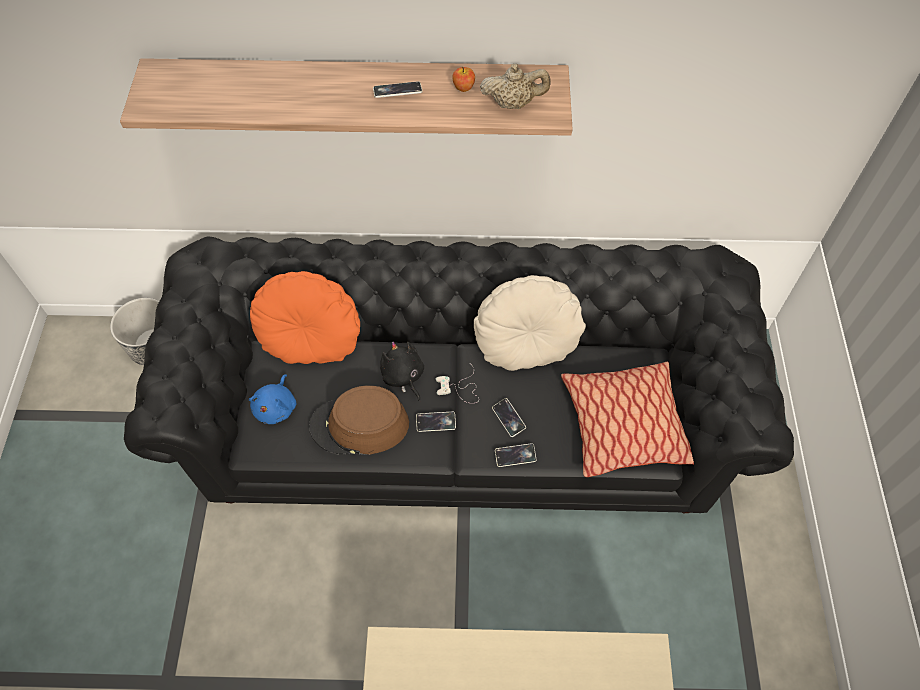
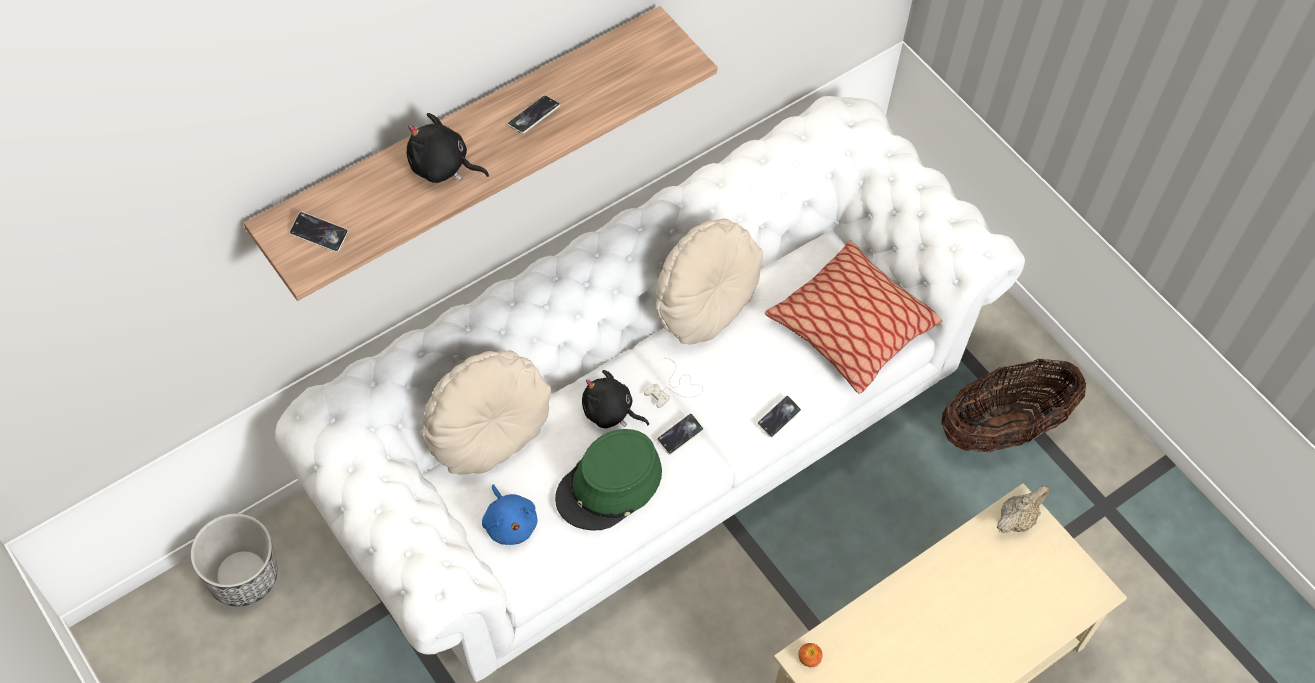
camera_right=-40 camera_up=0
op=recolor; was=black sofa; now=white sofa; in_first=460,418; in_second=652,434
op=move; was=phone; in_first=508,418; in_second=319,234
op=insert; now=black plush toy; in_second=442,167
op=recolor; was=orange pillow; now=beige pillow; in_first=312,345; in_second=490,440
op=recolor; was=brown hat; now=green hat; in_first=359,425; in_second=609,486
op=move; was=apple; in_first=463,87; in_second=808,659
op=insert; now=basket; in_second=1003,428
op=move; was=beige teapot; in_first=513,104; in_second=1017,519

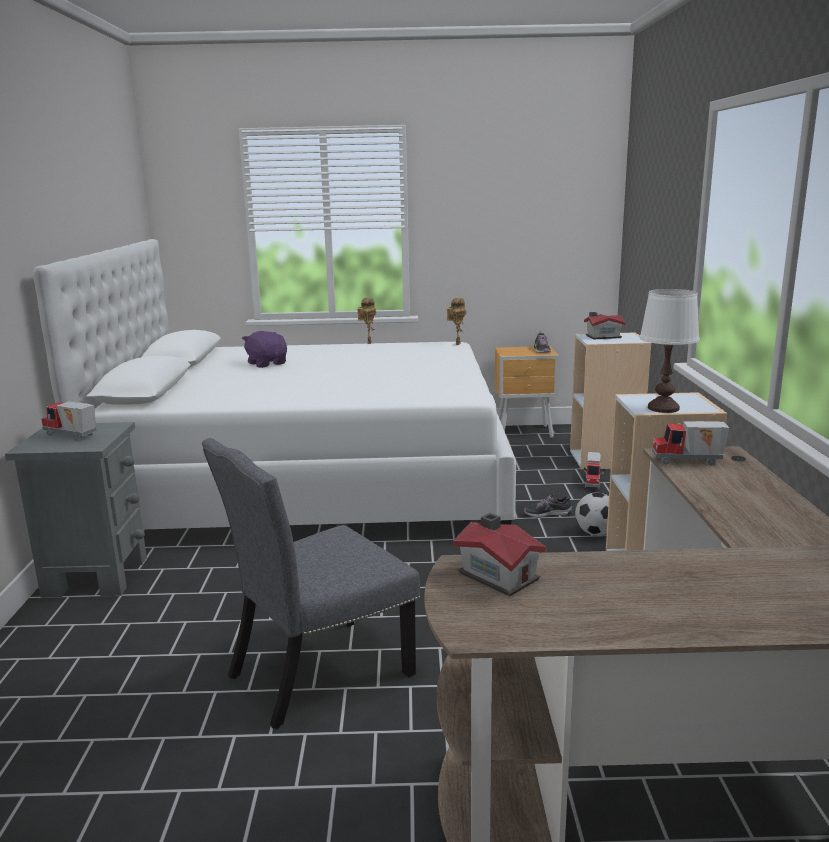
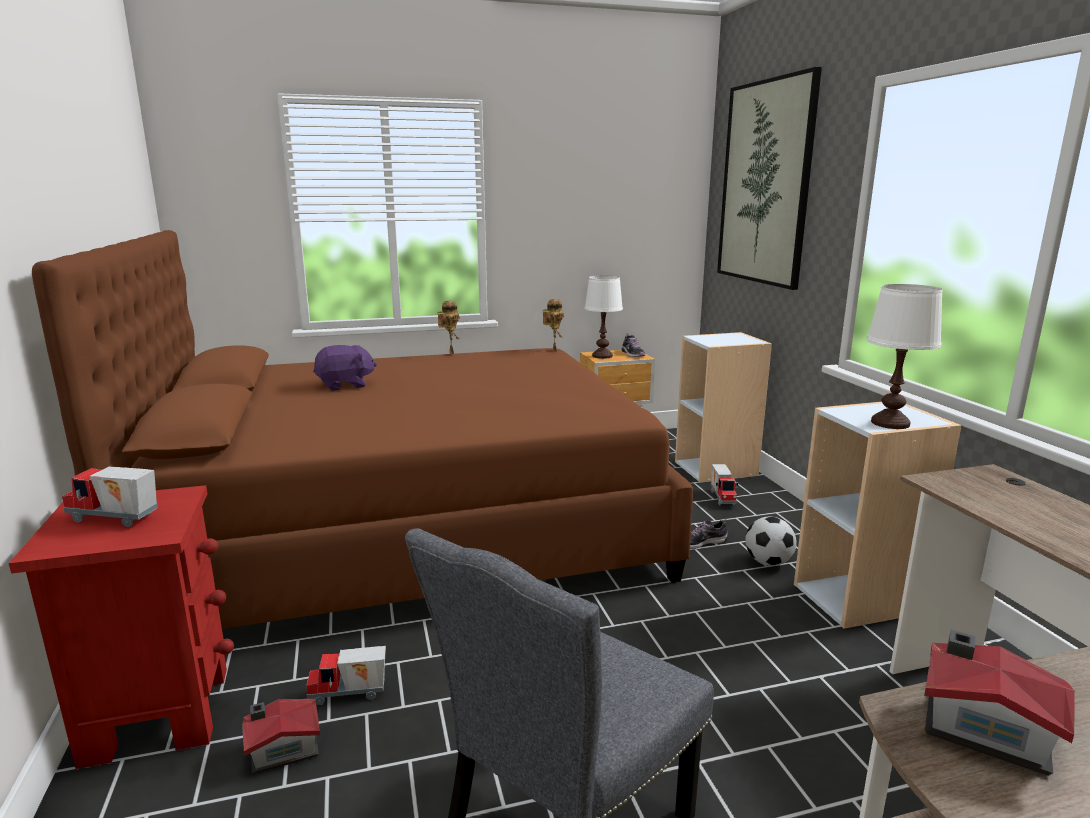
camera_right=-15 camera_up=0
op=recolor; was=grey nightstand; now=red nightstand; in_first=98,576; in_second=161,713
op=recolor; was=white bed; now=brown bed; in_first=313,483; in_second=409,528
op=move; was=toy house; in_first=602,336; in_second=282,749
op=move; was=toy truck; in_first=688,461; in_second=349,694
op=rotate; was=purple plush toy; in_first=267,363; in_second=345,385; clockwise=120
op=insert; now=white table lamp; in_second=602,356
op=insert; now=picture; in_second=765,183

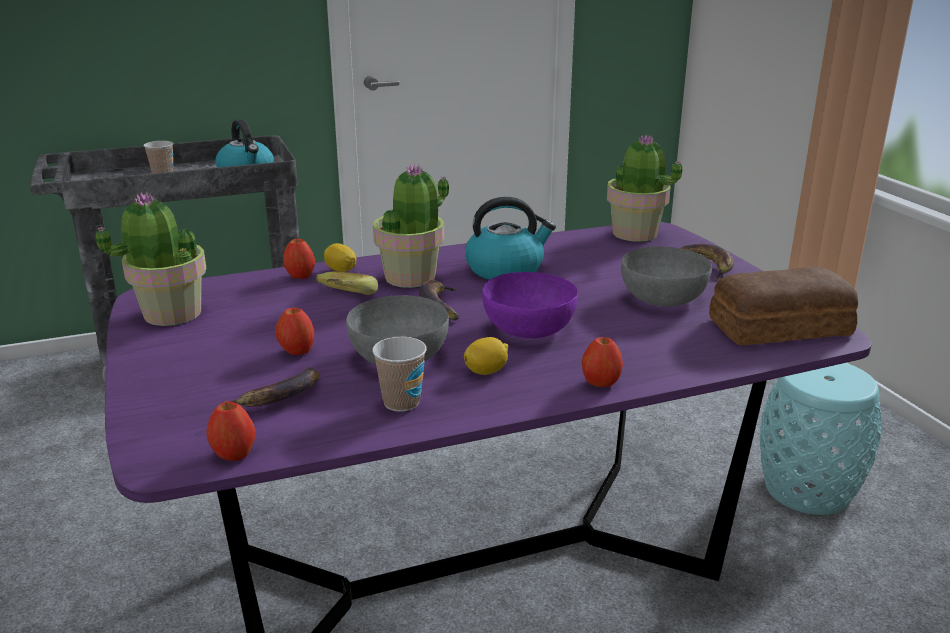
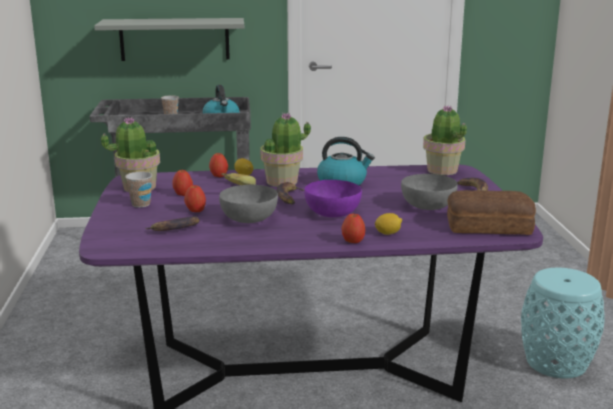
camera_right=15 camera_up=-5
op=insert; now=grey shelf; in_second=174,39
op=move; was=cup; in_first=401,402; in_second=141,204
op=move; was=apple; in_first=234,454; in_second=183,194
op=move; was=lemon; in_first=486,371; in_second=388,233

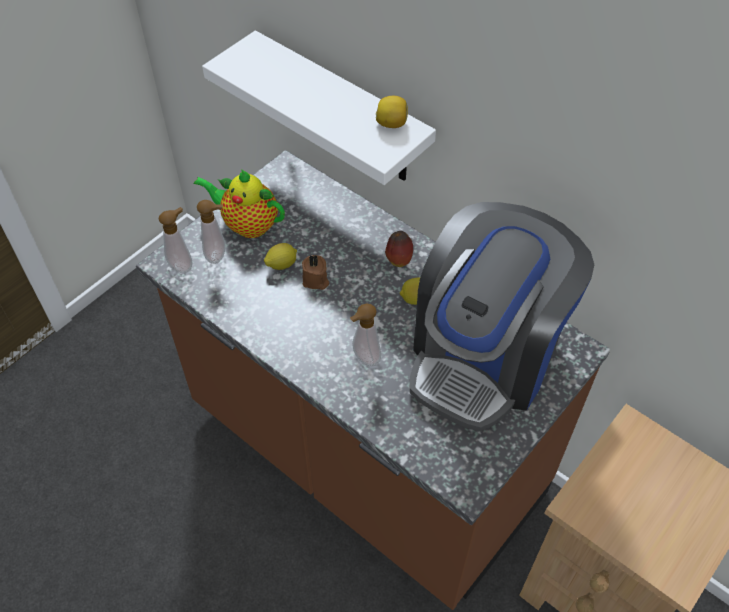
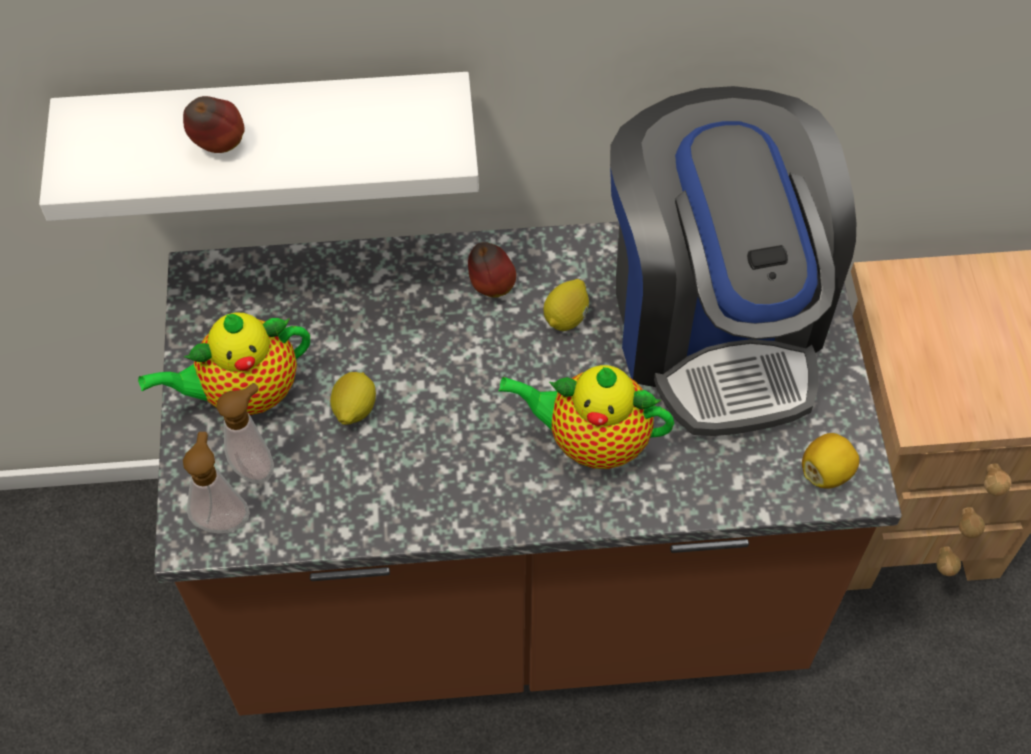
camera_right=-45 camera_up=5
op=insert; now=apple; in_second=219,146
op=replace; was=soap dispenser; now=teapot; in_first=364,359; in_second=591,440
op=move; was=lemon; in_first=392,123; in_second=826,472
op=delete; was=brown candle; in_first=315,281

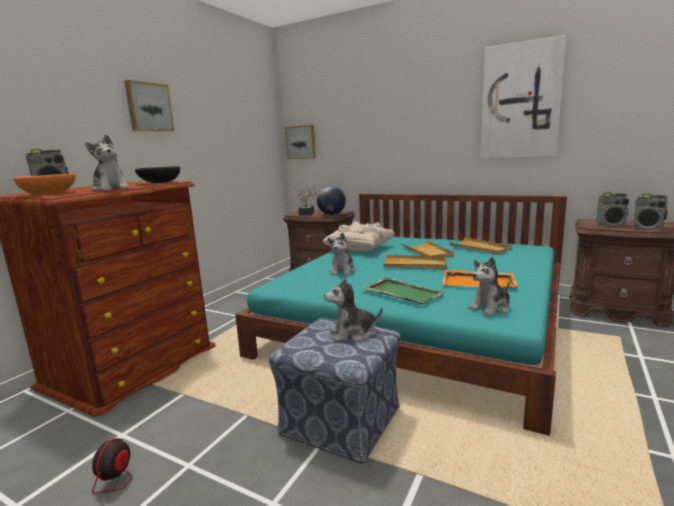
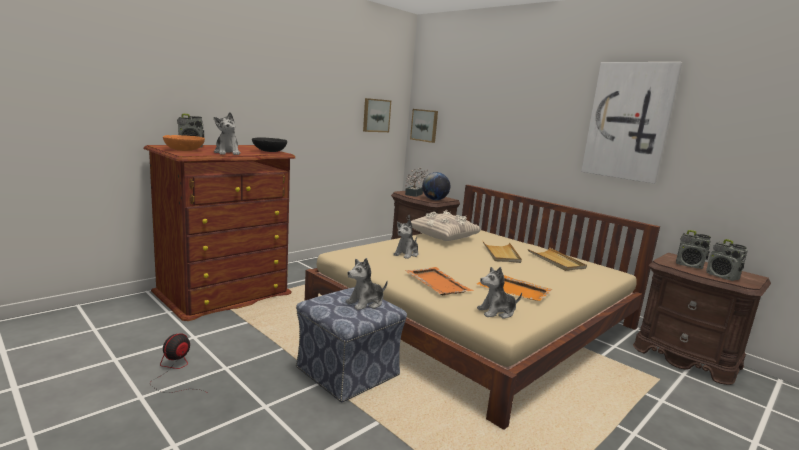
camera_right=15 camera_up=0
op=recolor; was=turquoise bed; now=beige bed; in_first=419,322; in_second=473,317
op=rotate; was=plush toy; in_first=352,333; in_second=365,303; clockwise=-45
op=move; was=picture; in_first=148,107; in_second=376,115
op=recolor; was=green tray; now=orange tray; in_first=402,292; in_second=437,283
op=delete; was=beige tray; in_first=415,265

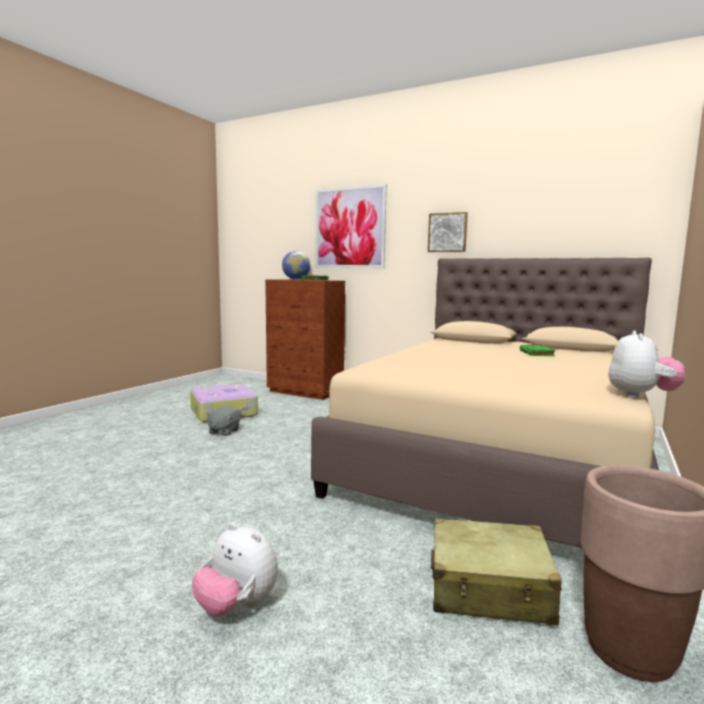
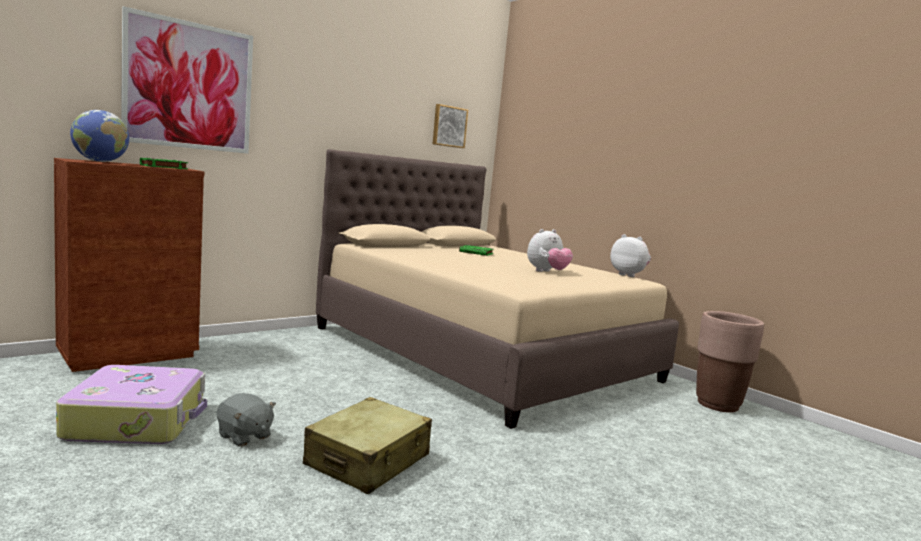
camera_right=-70 camera_up=0
op=move; was=beige suitcase; in_first=489,588; in_second=368,461
op=move; was=picture; in_first=447,232; in_second=449,126
op=move; was=plush toy; in_first=237,605; in_second=547,272

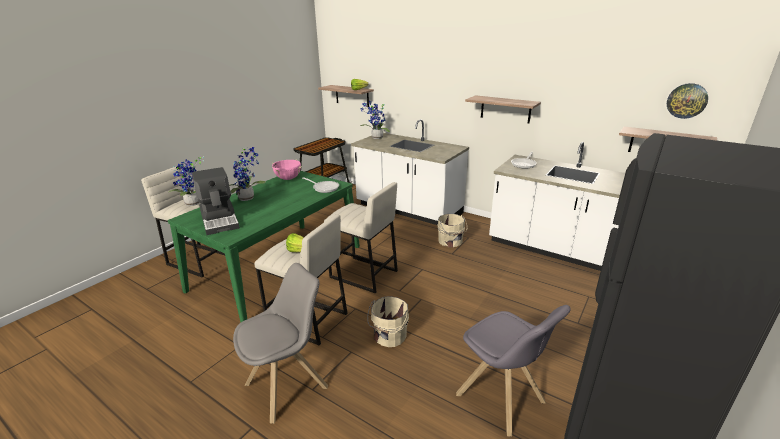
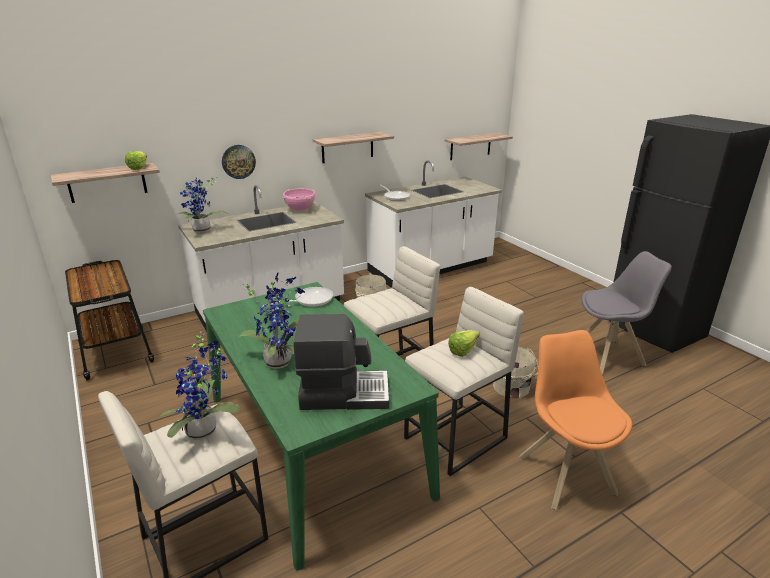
camera_right=-65 camera_up=0
op=move; was=wall clock; in_first=687,101; in_second=238,161
op=move; was=pink cooking pot; in_first=288,179; in_second=300,210
op=recolor; was=grey chair; now=orange chair; in_first=287,386; in_second=565,474

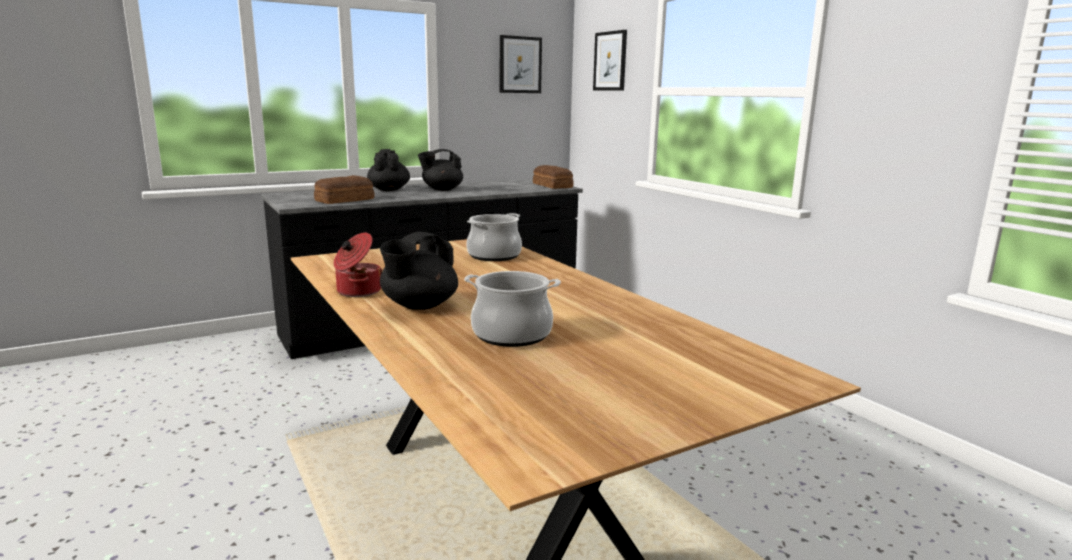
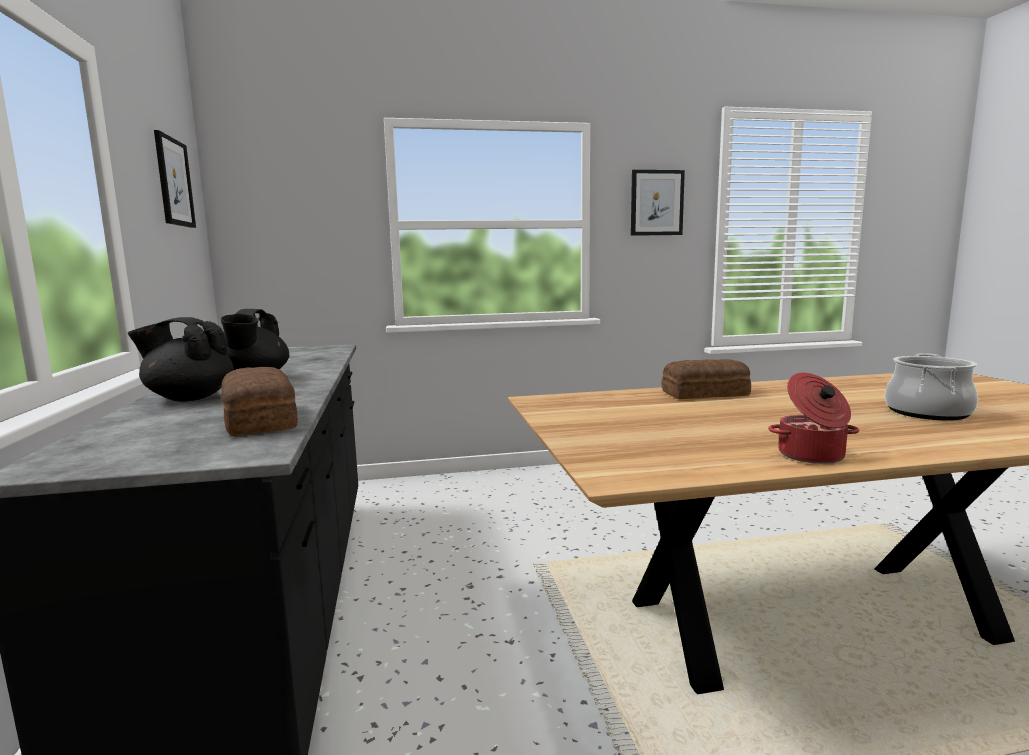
camera_right=-70 camera_up=-5
op=move; was=picture; in_first=610,61; in_second=656,203
op=move; was=bread; in_first=552,186; in_second=706,394
op=delete; was=black teapot; in_first=418,306
op=delete; was=cooking pot; in_first=494,256

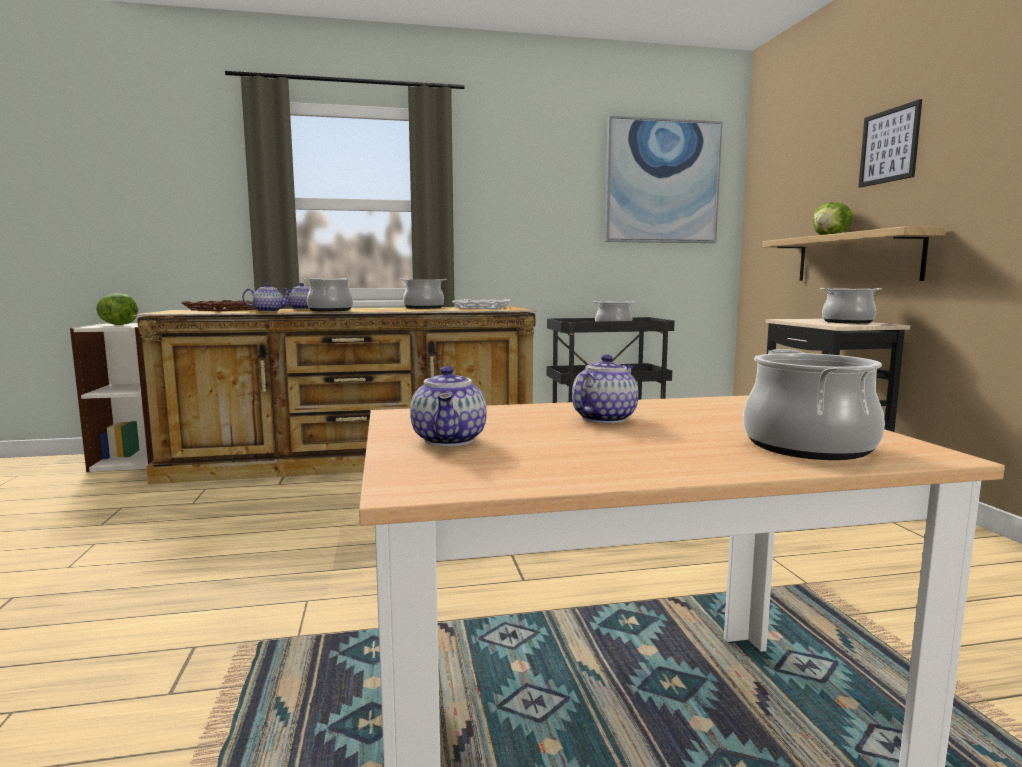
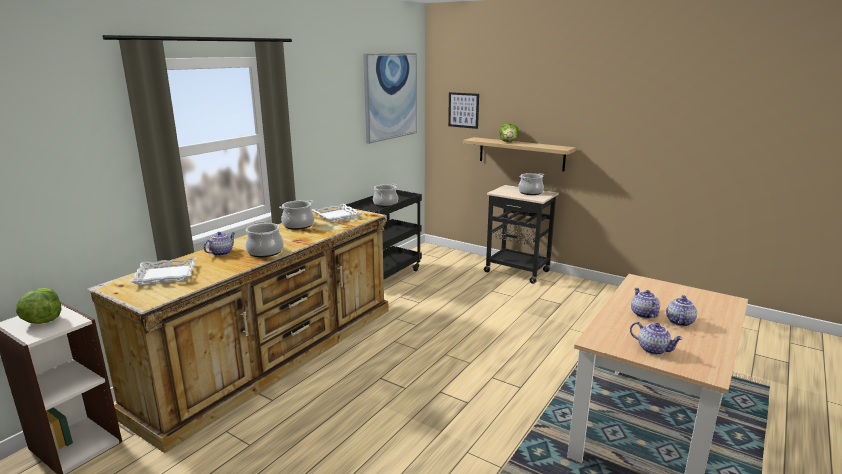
camera_right=-45 camera_up=10
op=recolor; was=brown tray; now=white tray; in_first=224,310; in_second=166,275
op=move; was=picture; in_first=889,146; in_second=463,110
op=move; was=teapot; in_first=269,311; in_second=679,321
op=delete; was=cooking pot; in_first=809,446

